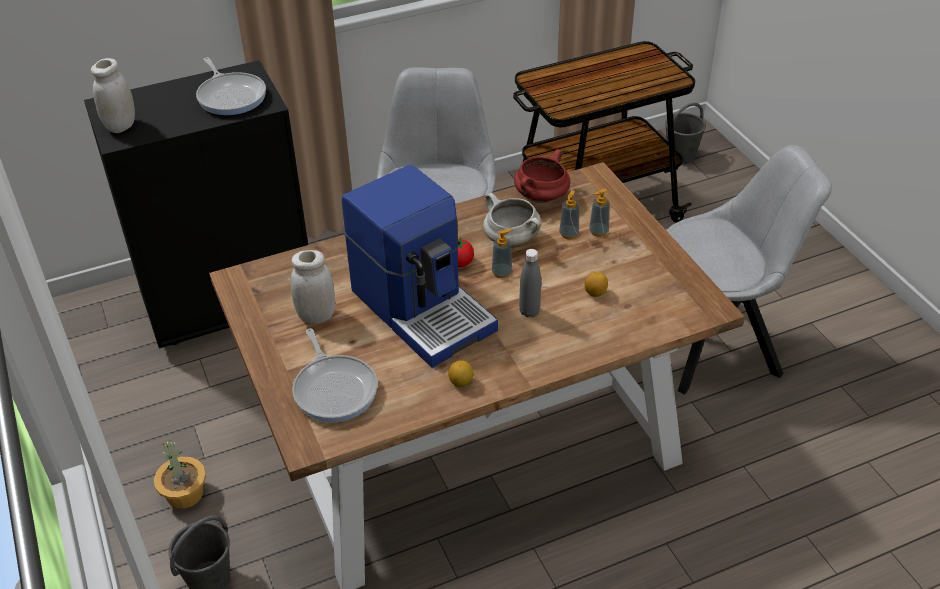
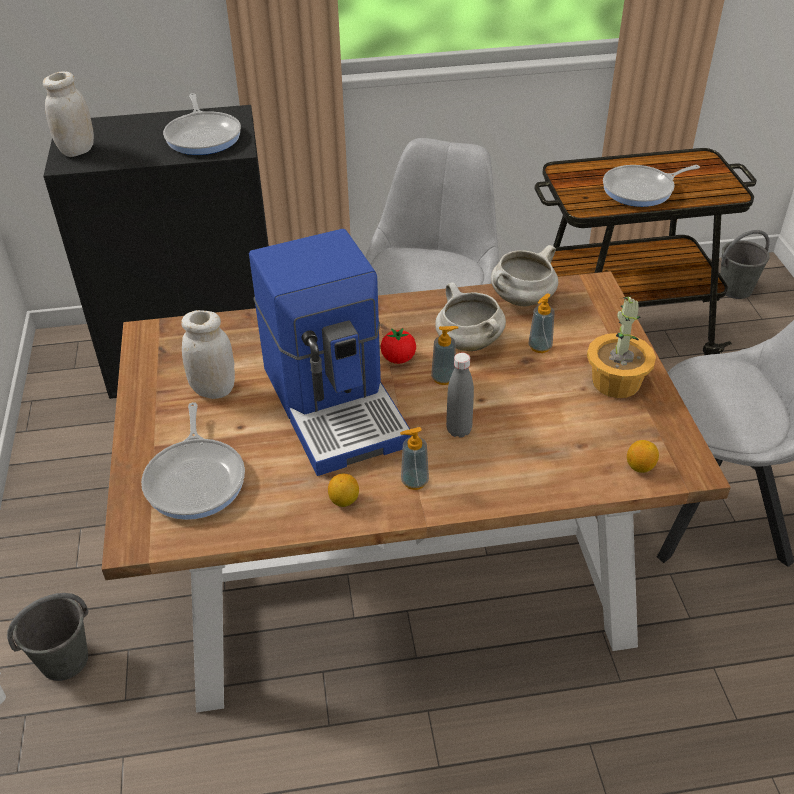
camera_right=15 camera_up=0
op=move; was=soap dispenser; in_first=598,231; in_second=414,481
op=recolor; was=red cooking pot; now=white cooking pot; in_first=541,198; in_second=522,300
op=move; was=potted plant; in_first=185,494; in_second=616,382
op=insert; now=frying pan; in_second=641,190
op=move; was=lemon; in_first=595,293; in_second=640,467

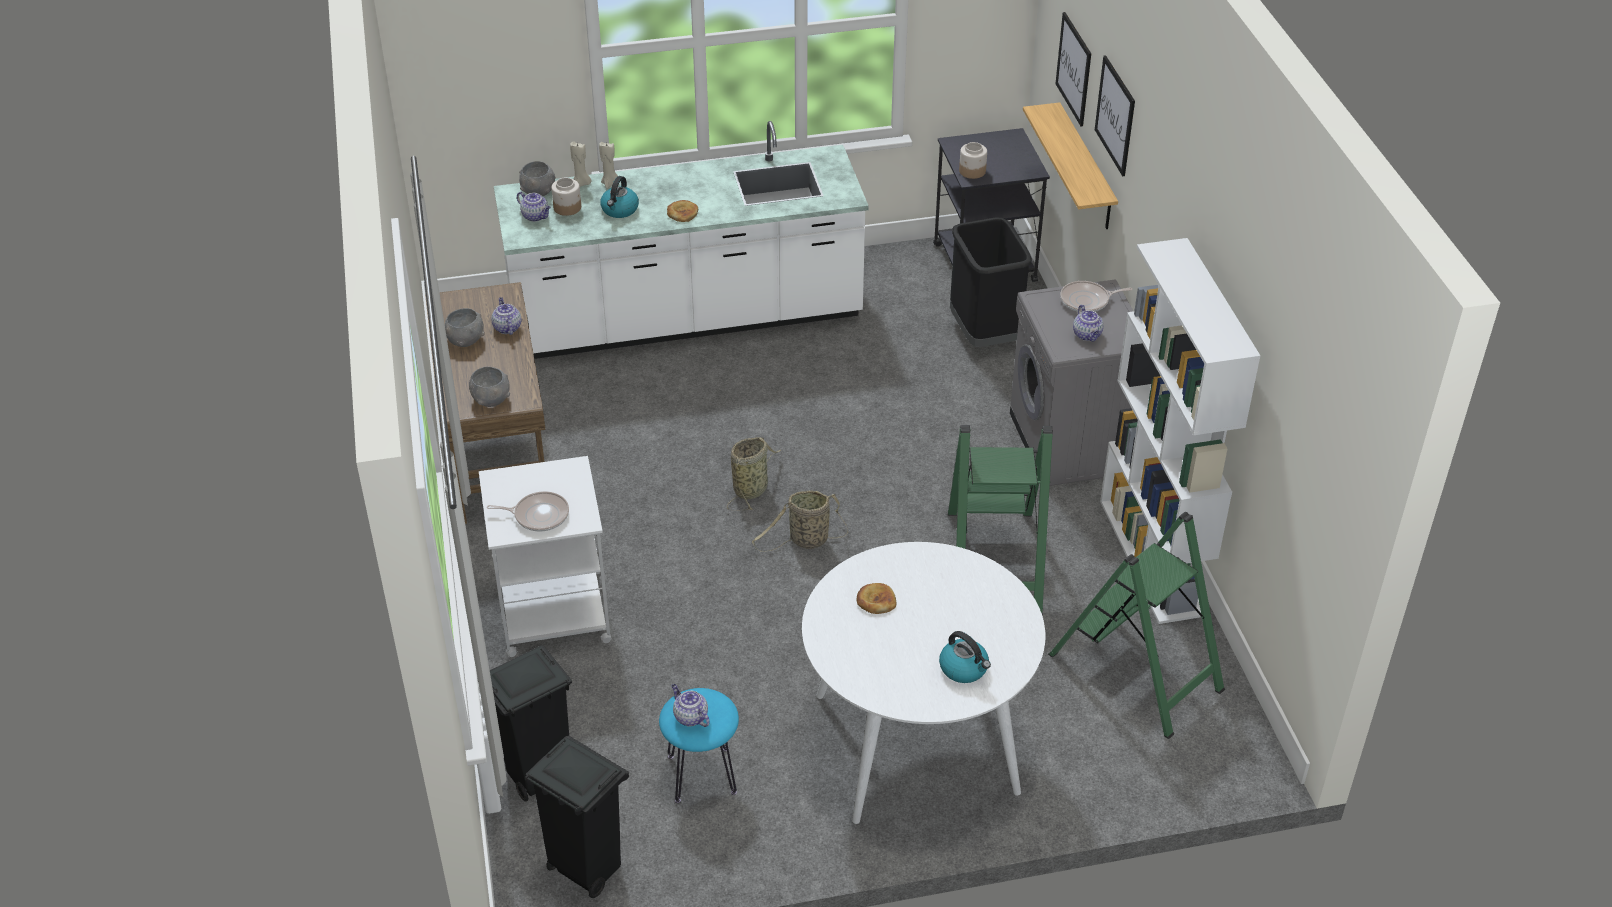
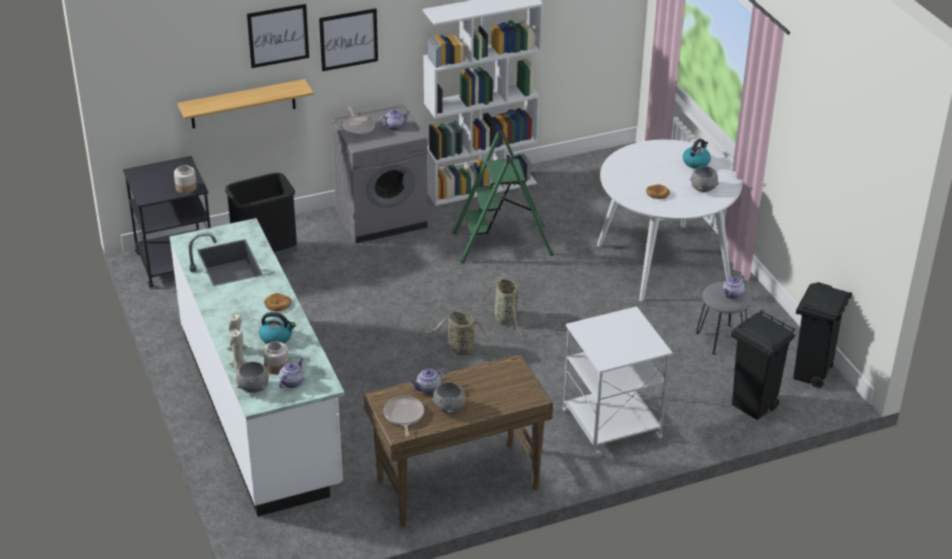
camera_right=-100 camera_up=-5
op=move; was=picture; in_first=1074,69; in_second=348,39
op=move; was=frying pan; in_first=538,515; in_second=403,416
op=move; was=grey bowl; in_first=491,399; in_second=702,188
op=recolor; was=turquoise stool; now=grey stool; in_first=701,774; in_second=721,339
op=delete; was=green step ladder; in_first=1137,673

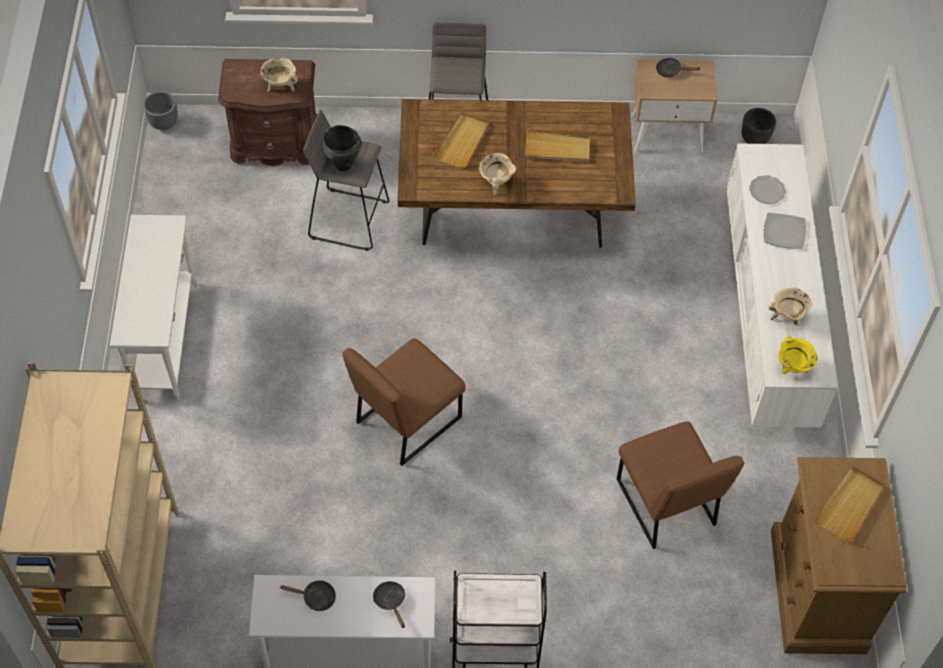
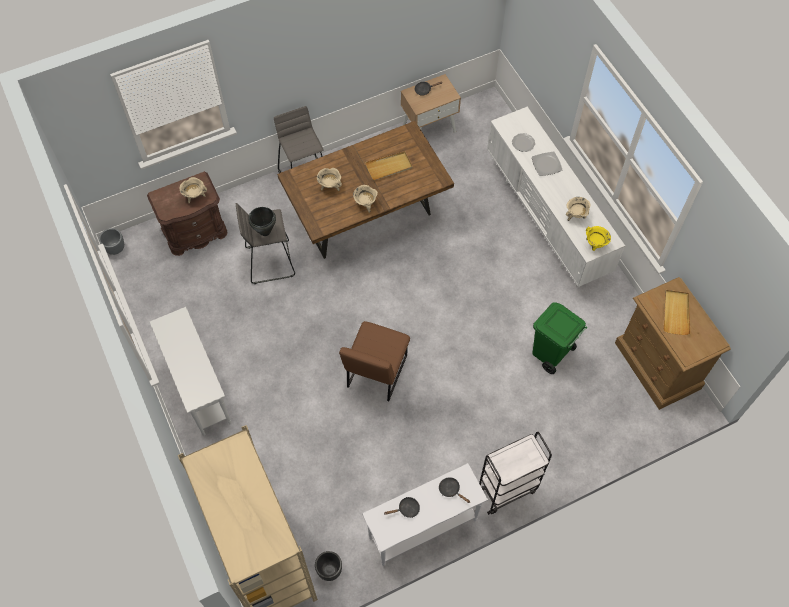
camera_right=-25 camera_up=5
op=move; was=black planter; in_first=754,139; in_second=329,570
op=replace; was=beige tray; now=beige cooking pot; in_first=462,142; in_second=330,186
op=replace; was=brown chair; now=green trash can; in_first=666,505; in_second=551,354

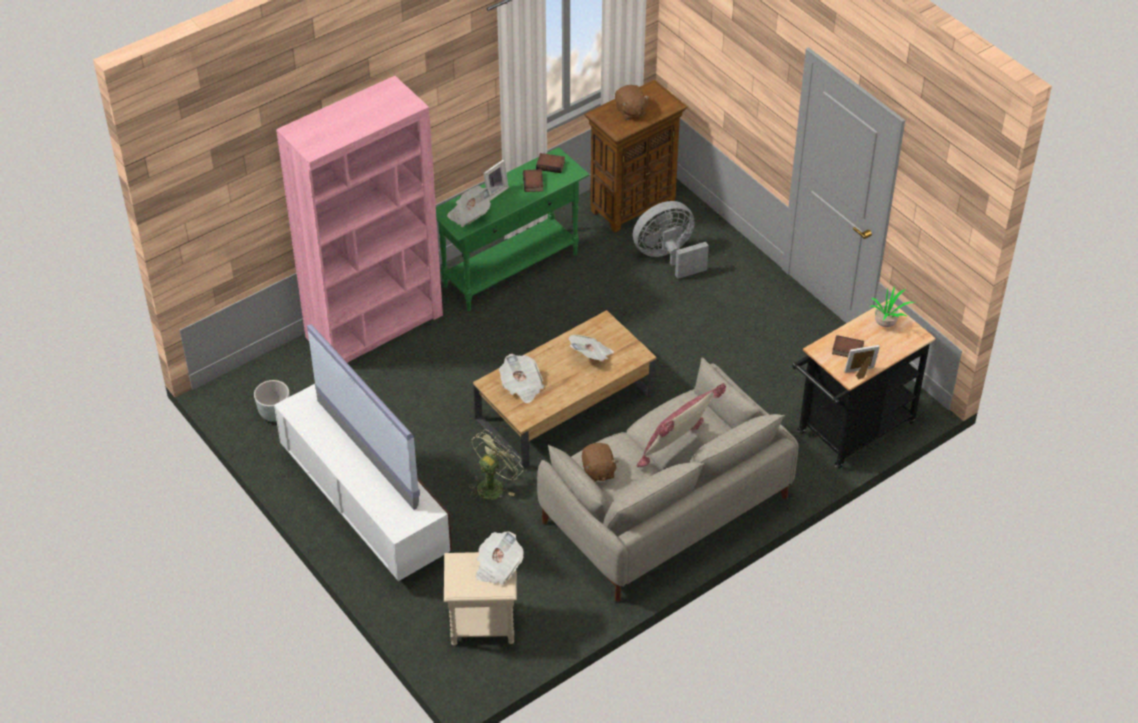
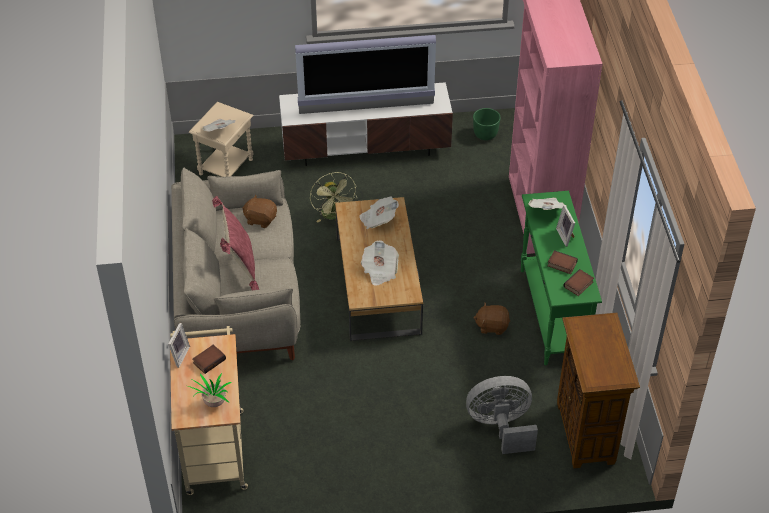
camera_right=120 camera_up=0
op=recolor; was=black cart; now=beige cart; in_first=850,432; in_second=214,446
op=rotate; was=grey fan; in_first=668,257; in_second=501,427; clockwise=-105
op=recolor; was=grey planter; now=green planter; in_first=274,414; in_second=485,135
op=move; was=brown plush toy; in_first=630,111; in_second=492,326

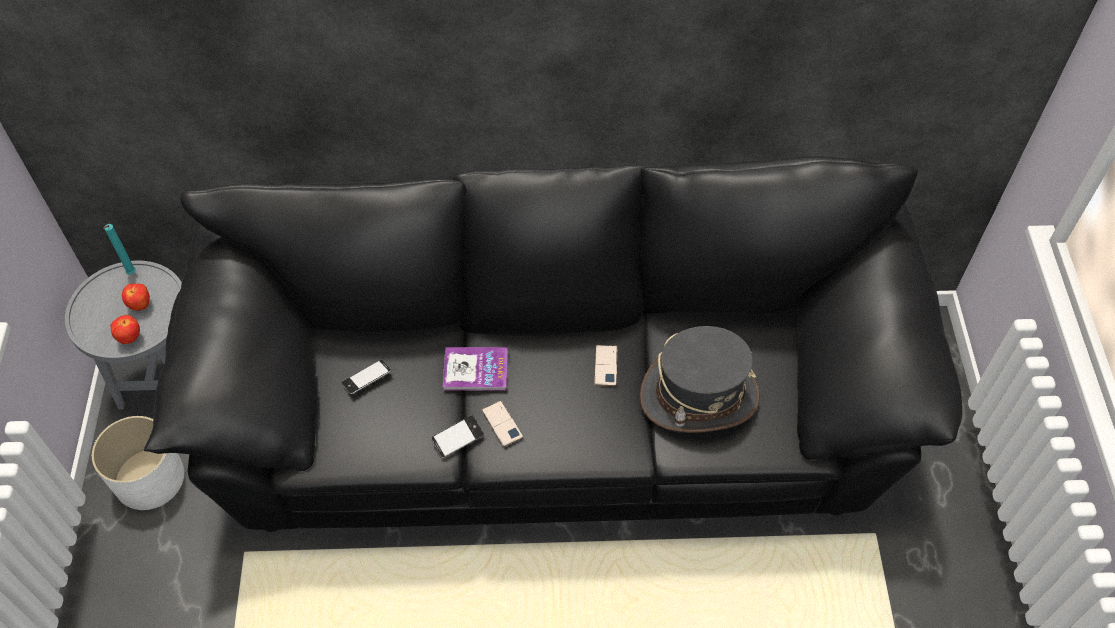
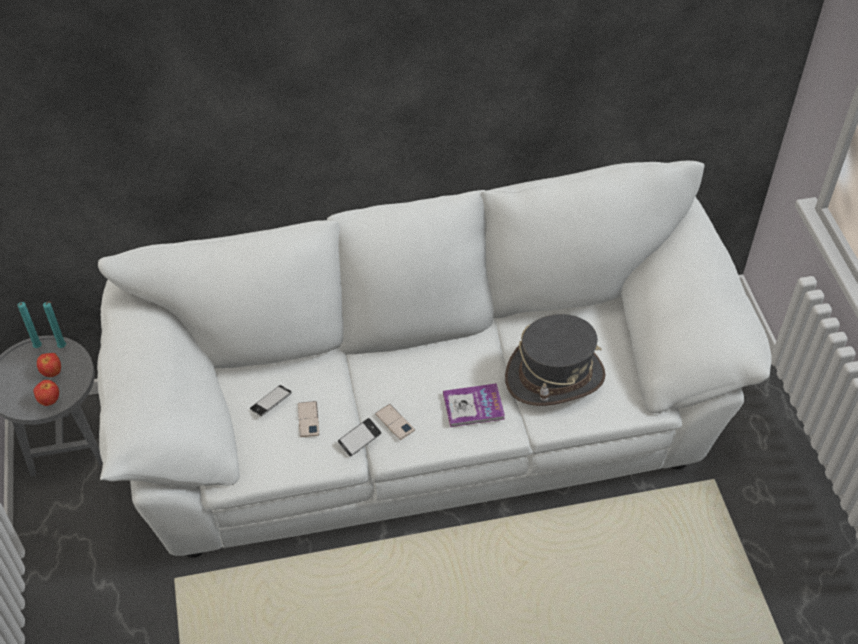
camera_right=-10 camera_up=-5
op=insert; now=turquoise candle; in_second=63,347
op=recolor; was=black sofa; now=white sofa; in_first=558,432; in_second=430,438
op=move; was=phone; in_first=606,365; in_second=308,419
op=move; was=book; in_first=475,370; in_second=473,406
op=delete; was=white planter; in_first=149,479

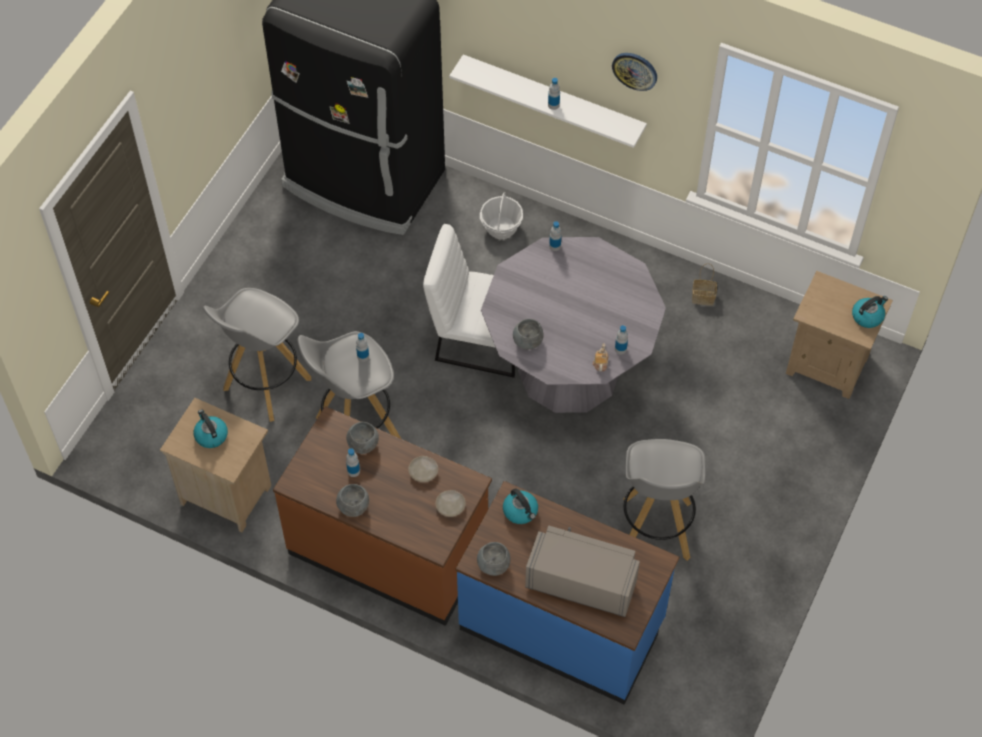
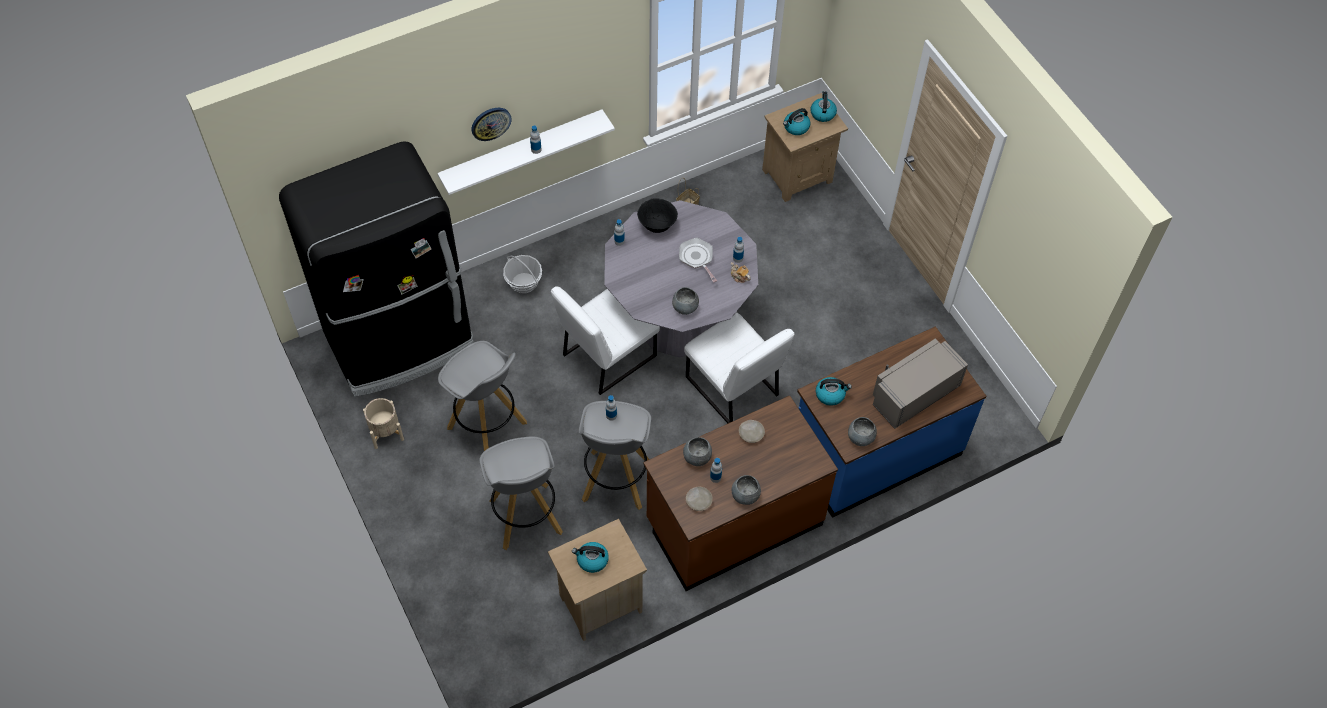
camera_right=-55 camera_up=0
op=insert; now=beige planter; in_second=386,432
op=move; was=grey stool; in_first=655,530; in_second=487,427
op=move; was=wall clock; in_first=635,70; in_second=490,123
op=insert; now=black bowl; in_second=657,225
op=insert; now=frying pan; in_second=697,258
op=insert; now=white chair; in_second=733,388
op=move; was=beige plate; in_first=450,506; in_second=699,500
op=insert; now=kettle; in_second=796,127

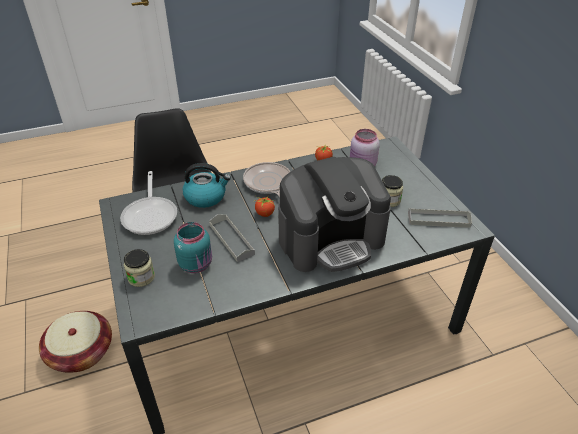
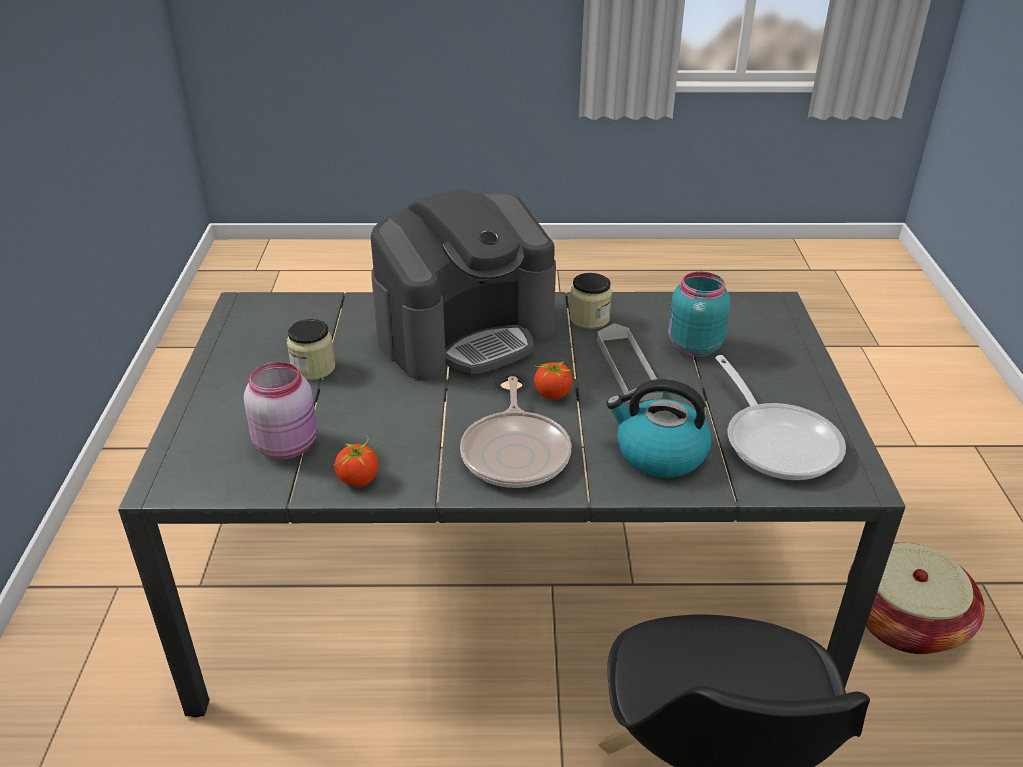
camera_right=-160 camera_up=-5
op=rotate; was=coffee machine; in_first=331,239; in_second=465,333; clockwise=150
op=move; was=jar; in_first=141,277; in_second=589,318
op=rotate; was=frying pan; in_first=151,215; in_second=777,441; clockwise=150
op=delete; was=grey tray; in_first=438,220

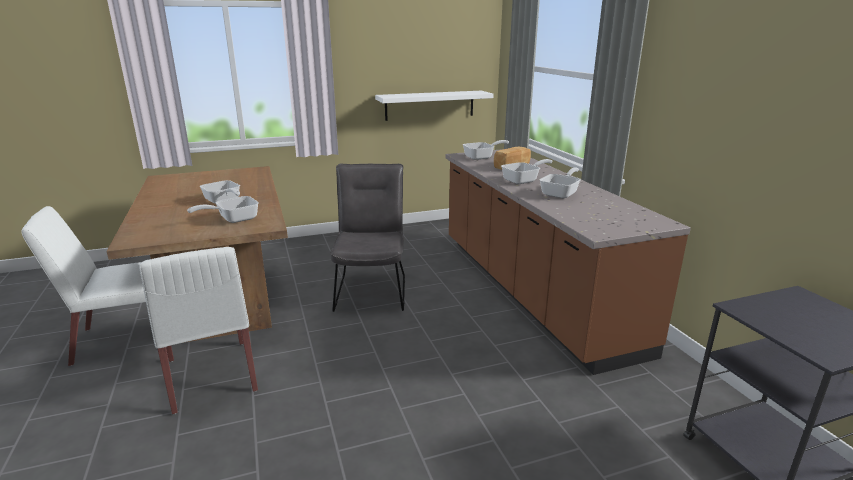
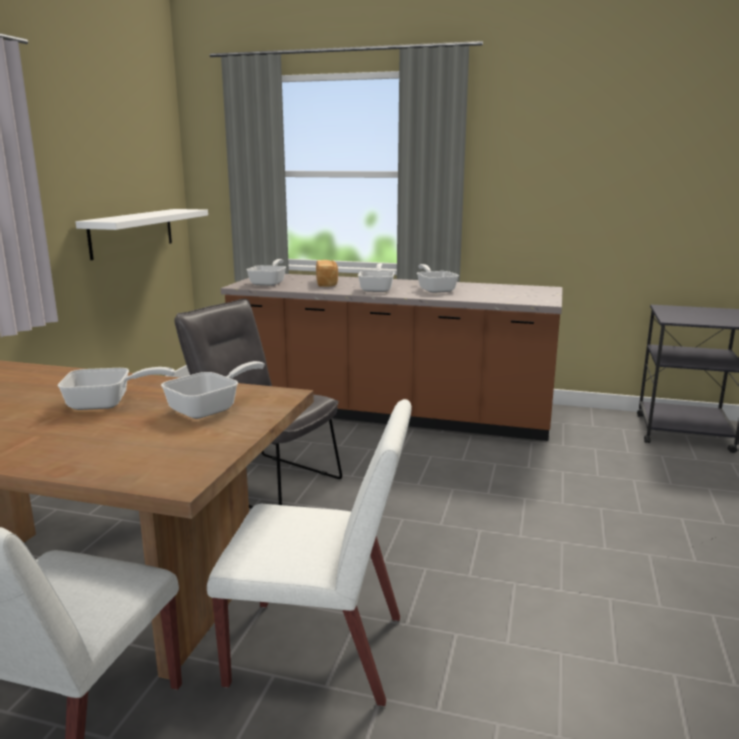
camera_right=-55 camera_up=-5
op=rotate; was=frying pan; in_first=233,219; in_second=211,408; clockwise=-135

